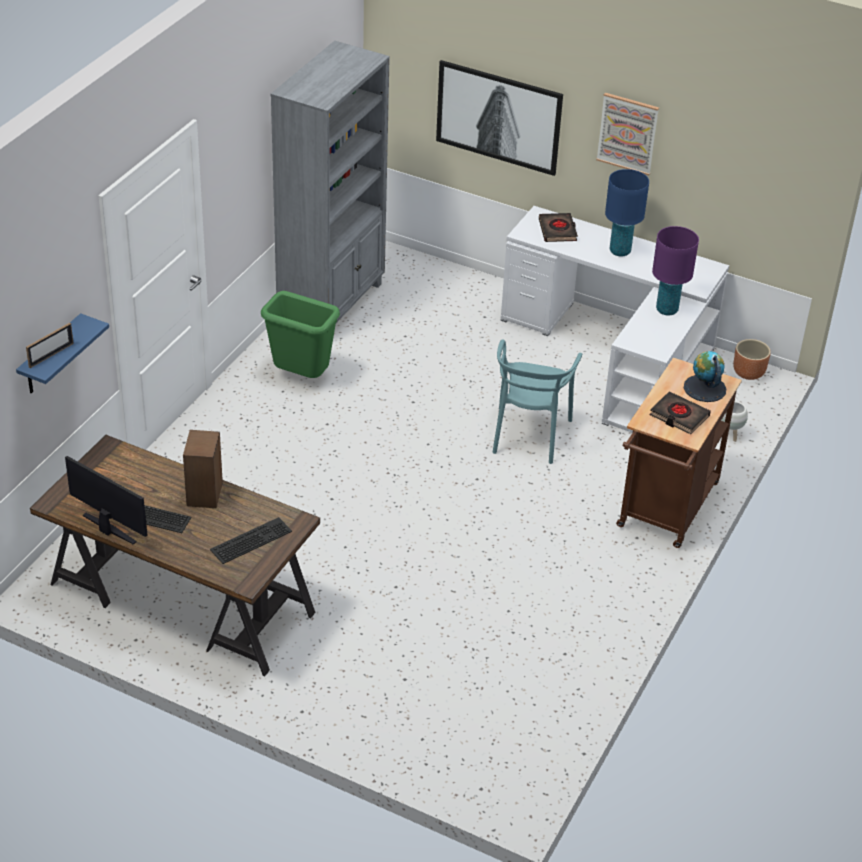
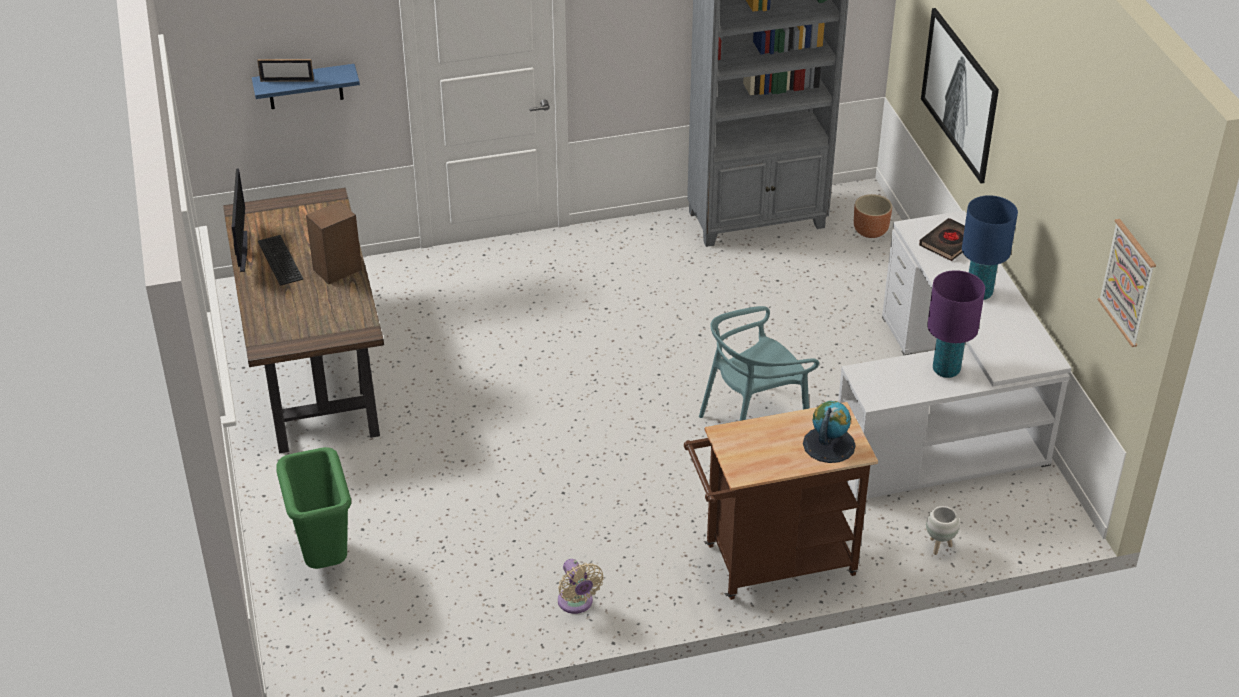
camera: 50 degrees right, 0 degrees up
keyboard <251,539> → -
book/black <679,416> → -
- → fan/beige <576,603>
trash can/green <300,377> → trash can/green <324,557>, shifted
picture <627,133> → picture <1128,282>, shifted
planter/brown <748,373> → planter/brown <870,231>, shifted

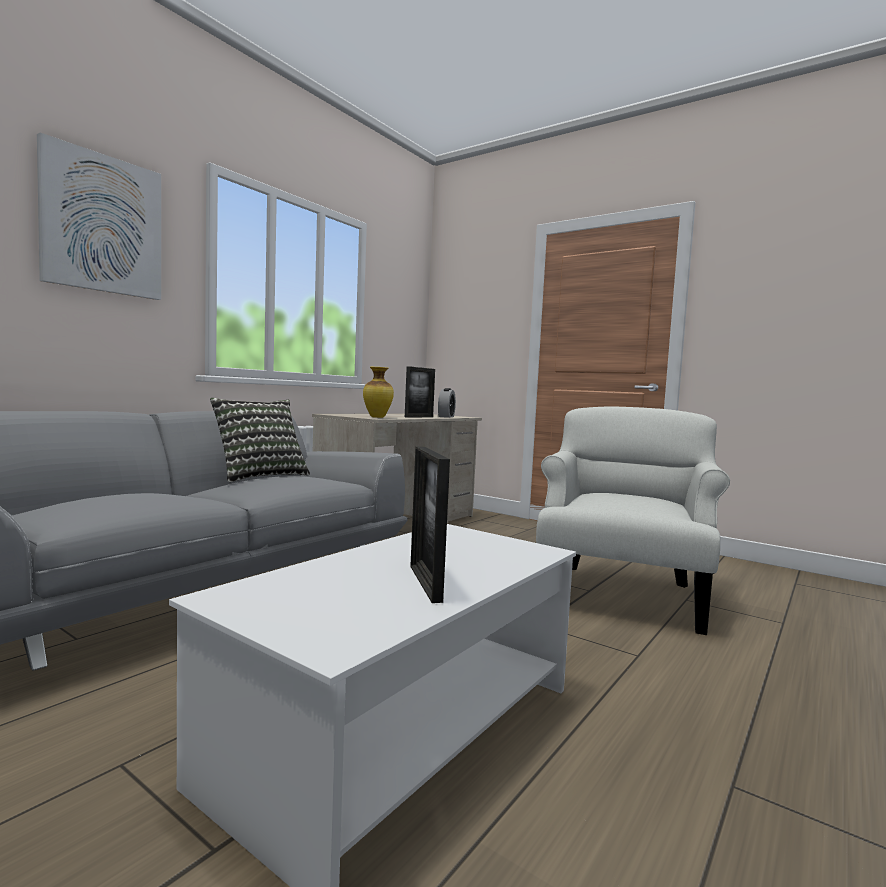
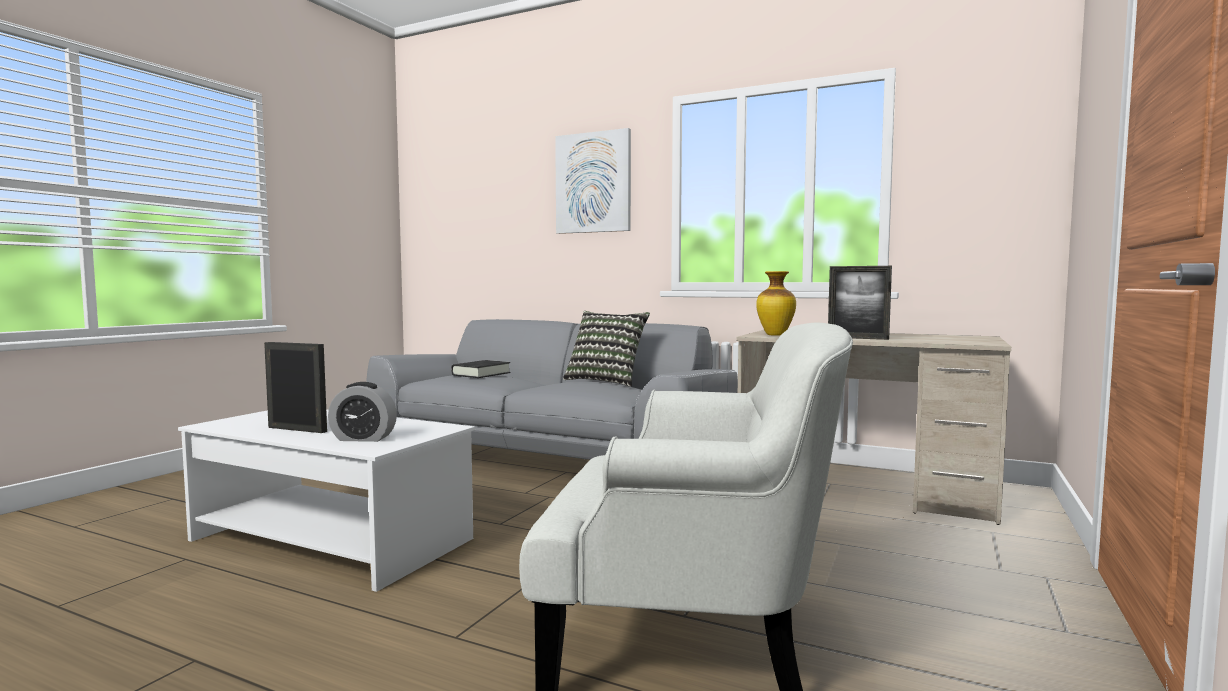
camera: 80 degrees right, 0 degrees up
- → book/black <481,374>
alarm clock <446,417> → alarm clock <363,438>, shifted
picture frame <425,583> → picture frame <297,429>, 45 degrees clockwise

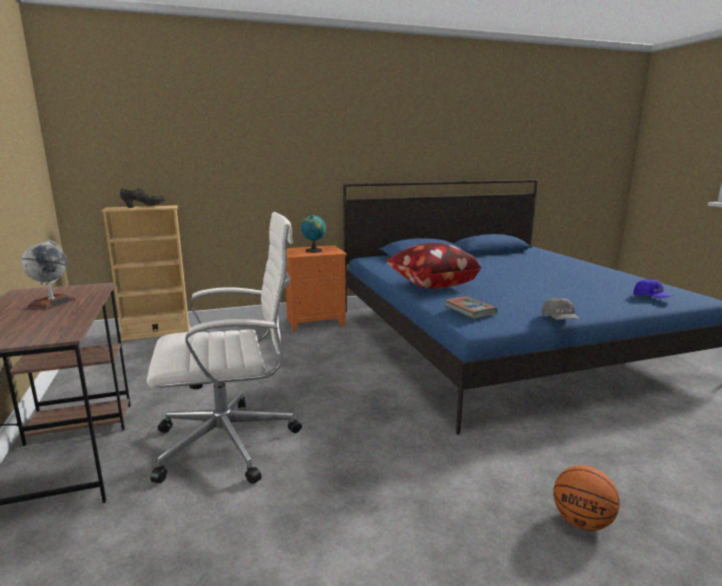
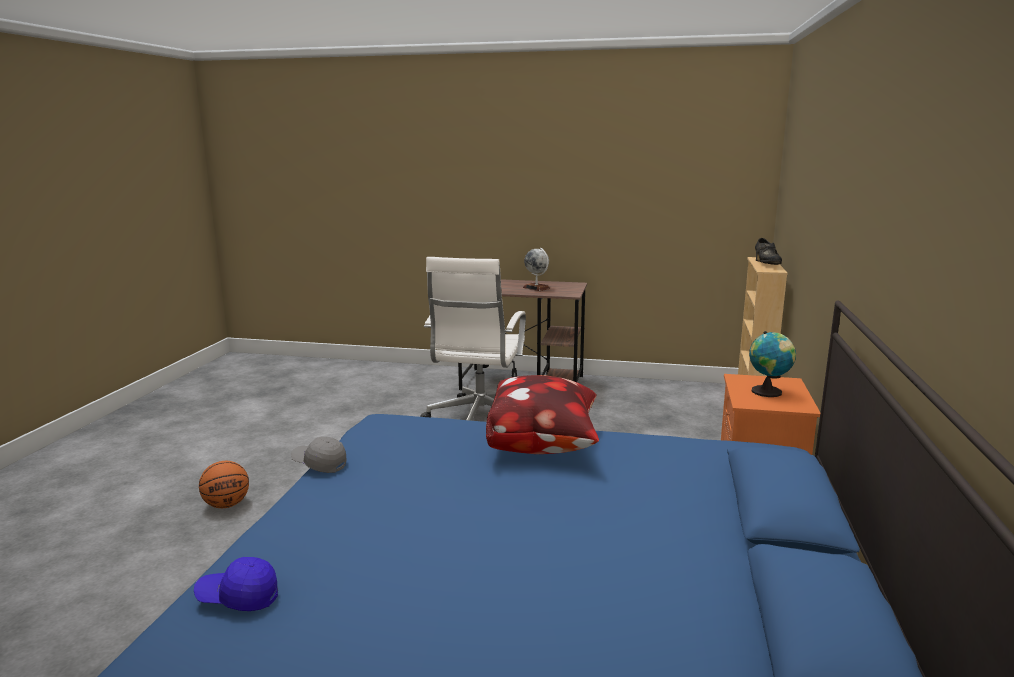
camera: 120 degrees right, 0 degrees up
book <470,310> → -

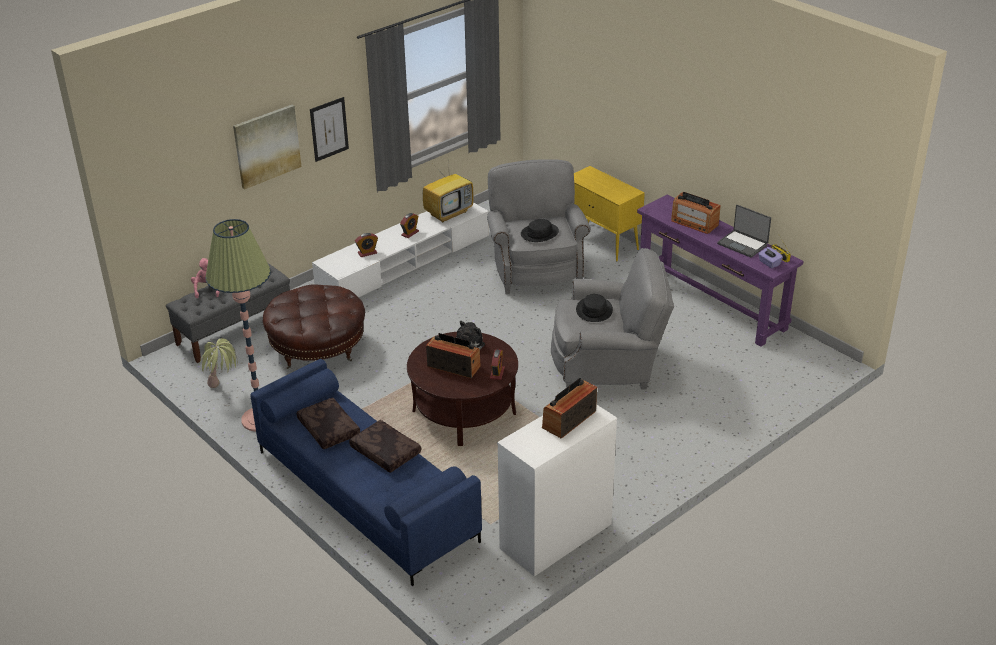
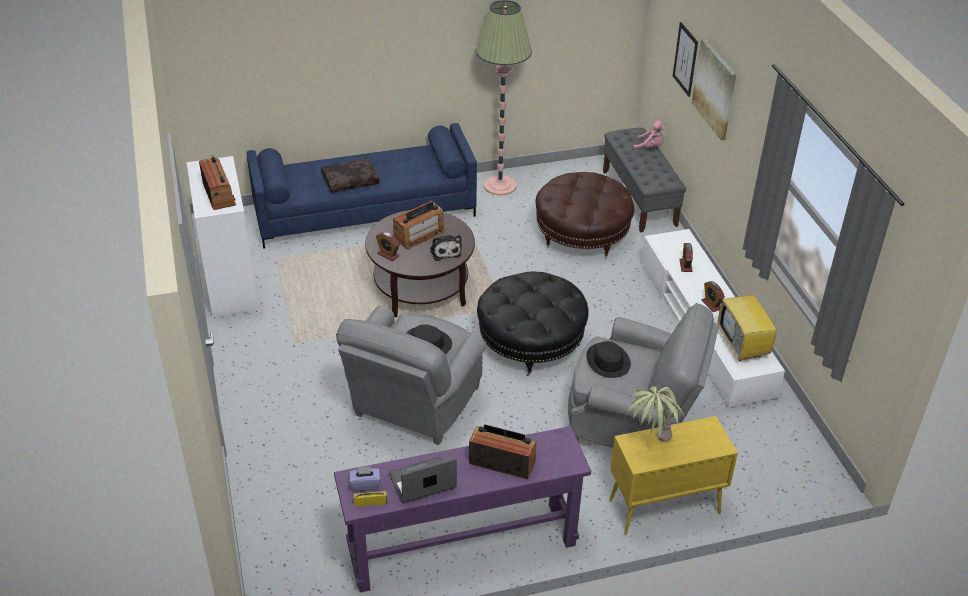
camera: 115 degrees right, 5 degrees up
pillow/brown <327,429> → -
- → ottoman/black <531,342>
potted plant <224,390> → potted plant <650,445>, shifted
picture <329,129> → picture <685,59>, shifted
radio <694,223> → radio <502,462>, 45 degrees clockwise

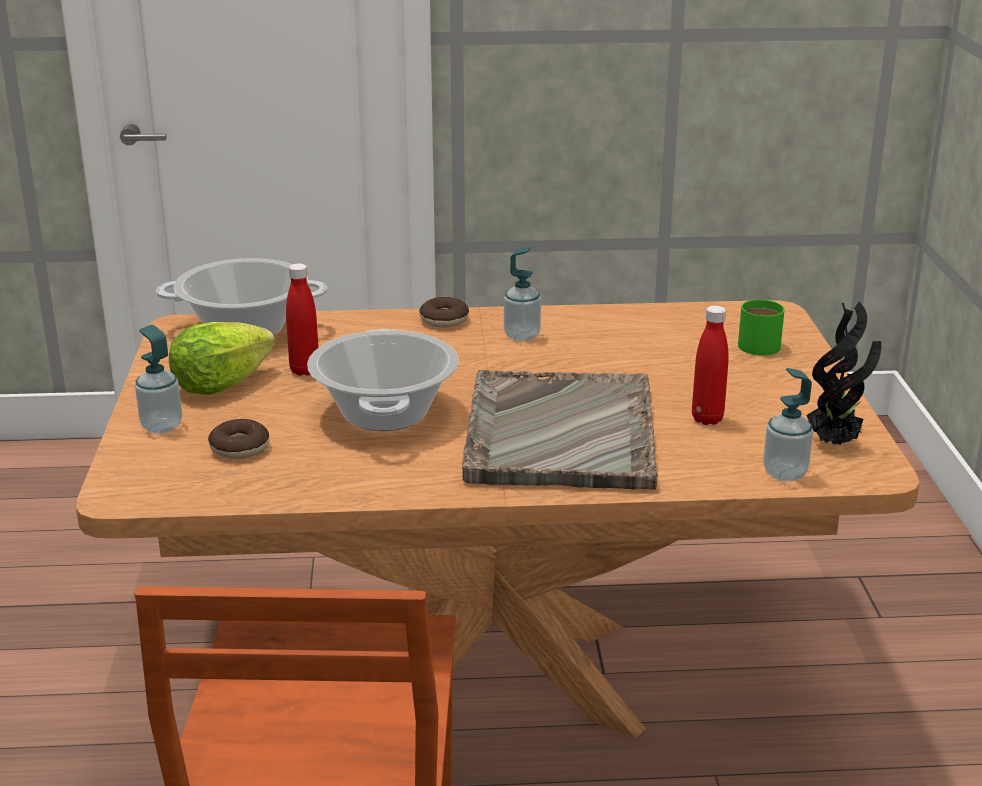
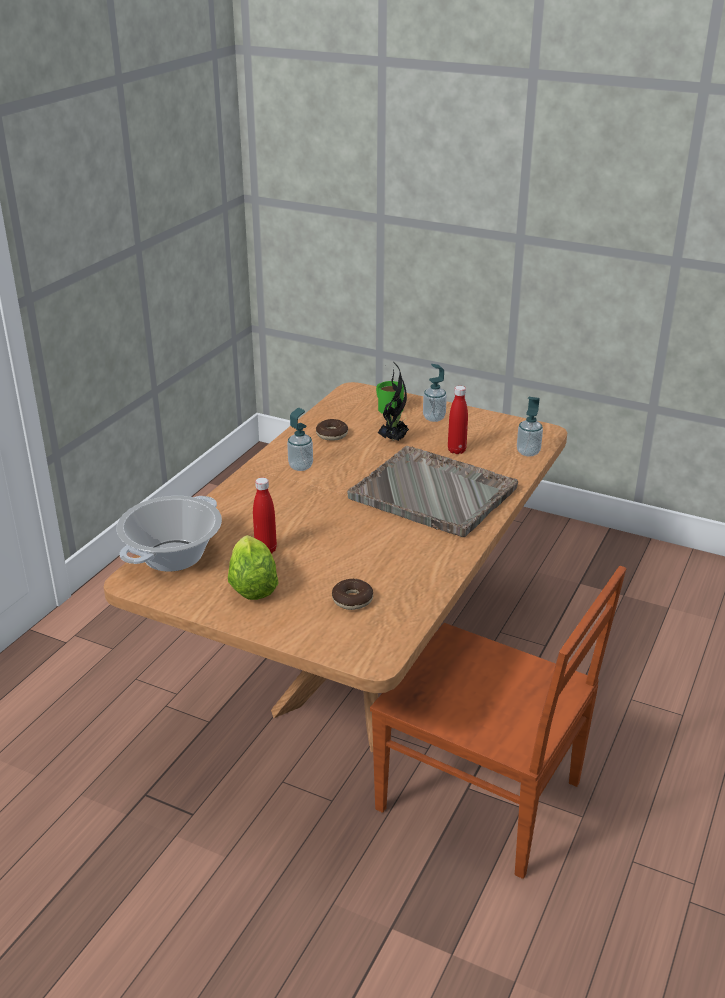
camera: 60 degrees left, 5 degrees up
cooking pot <384,413> → -
soap dispenser <161,426> → soap dispenser <434,418>, shifted
donut <444,320> → donut <332,435>, shifted
potted plant <835,443> → potted plant <394,439>, shifted

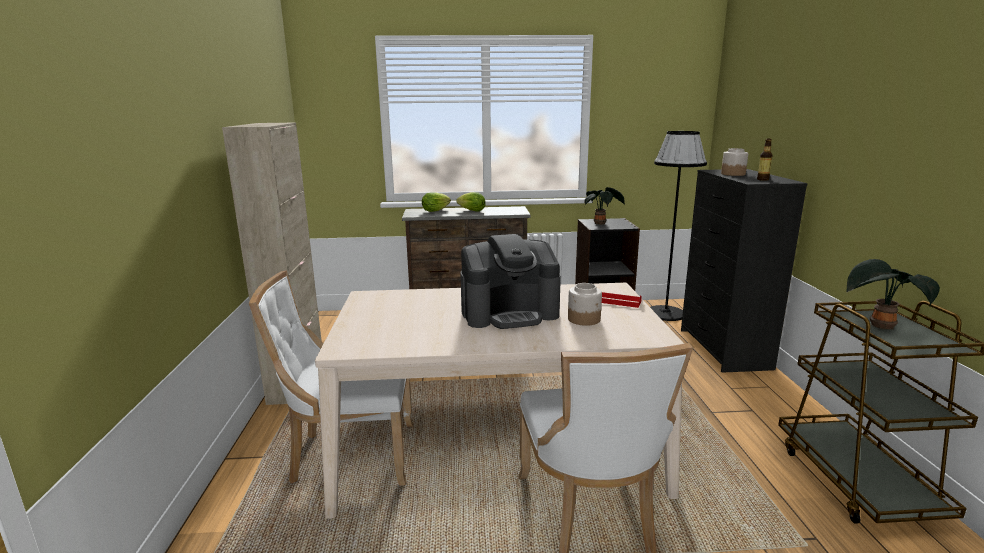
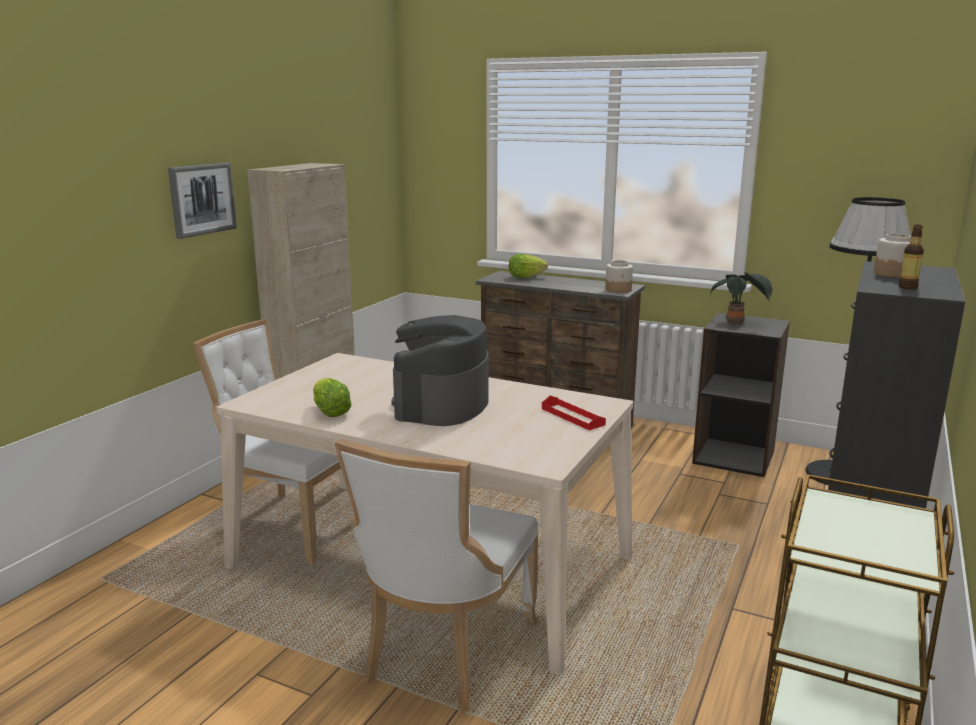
camera: 30 degrees right, 0 degrees up
potted plant <879,327> → -
- → picture <202,199>
lettuce <472,211> → lettuce <330,412>, shifted
jar <584,319> → jar <618,290>, shifted
coffee machine <509,313> → coffee machine <441,404>, 90 degrees clockwise

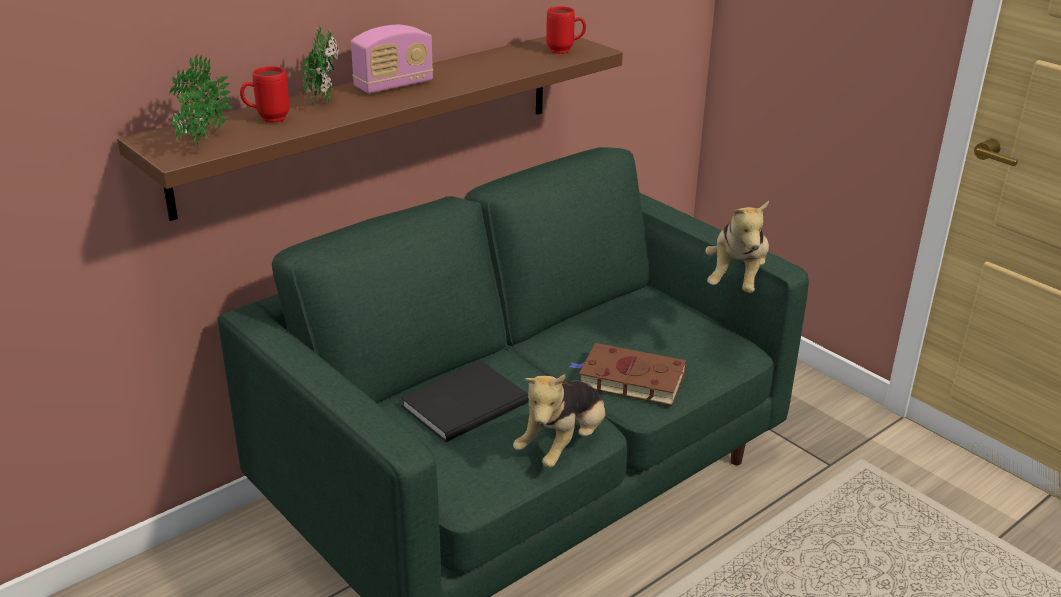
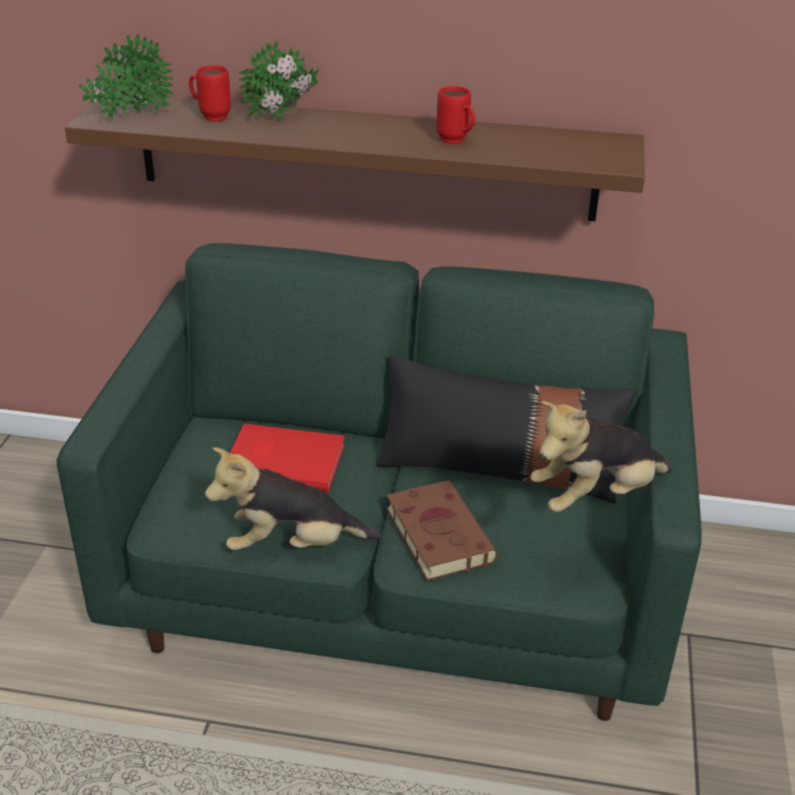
camera: 50 degrees right, 5 degrees up
radio <394,85> → -
- → pillow/black <498,468>
mug/red <565,51> → mug/red <456,142>, shifted
book/black <461,404> → book/red <283,460>

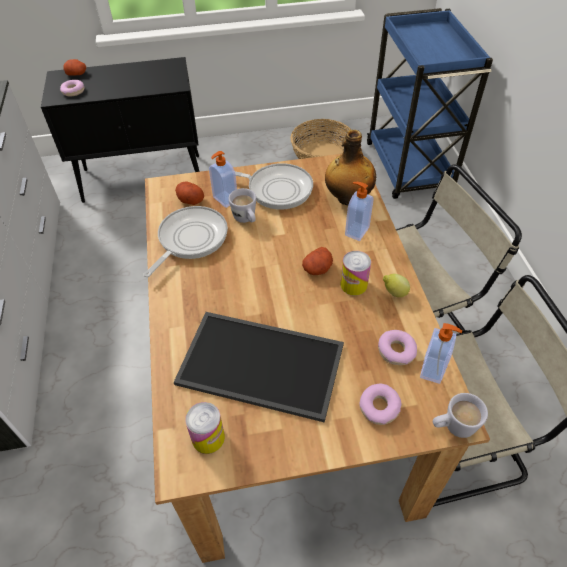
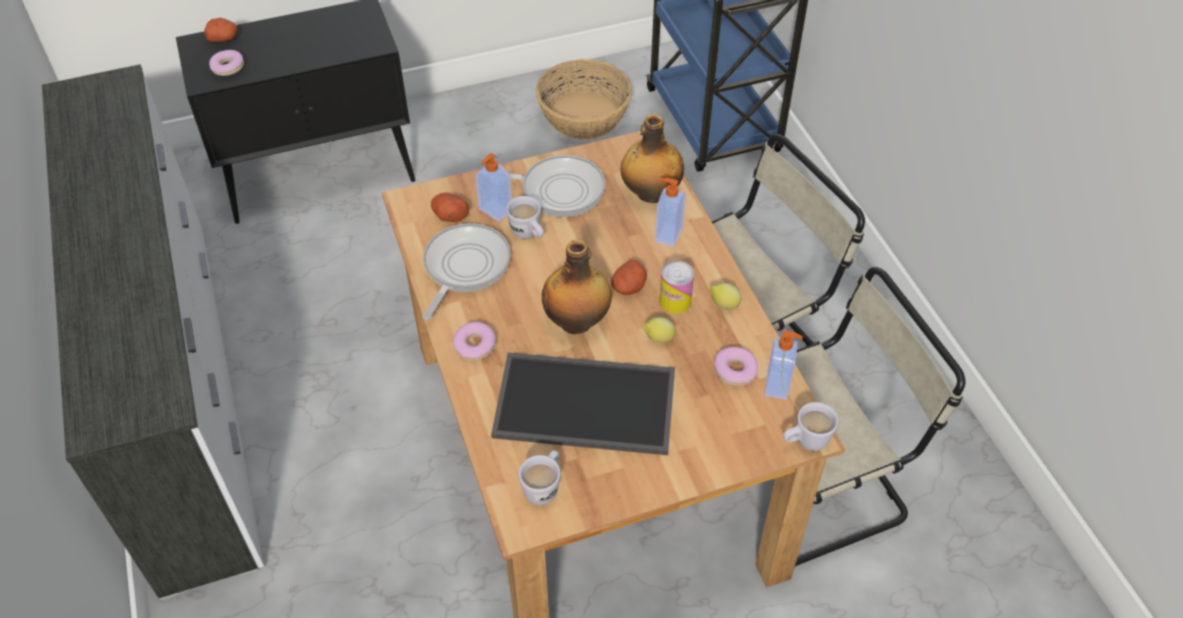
camera: 10 degrees left, 0 degrees up
- → bottle <577,322>
- → lemon <658,339>
donut <379,407> → donut <475,346>, shifted
can <208,437> → mug/white <544,487>

